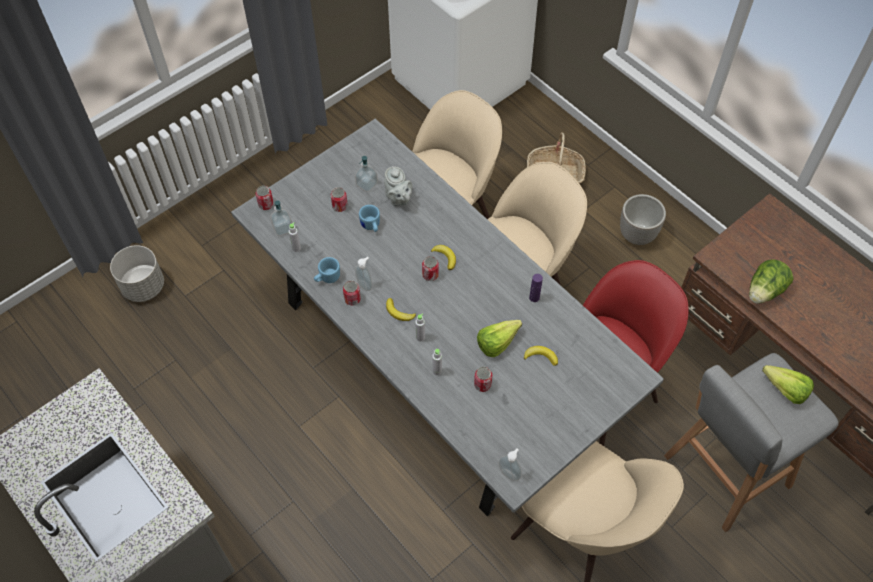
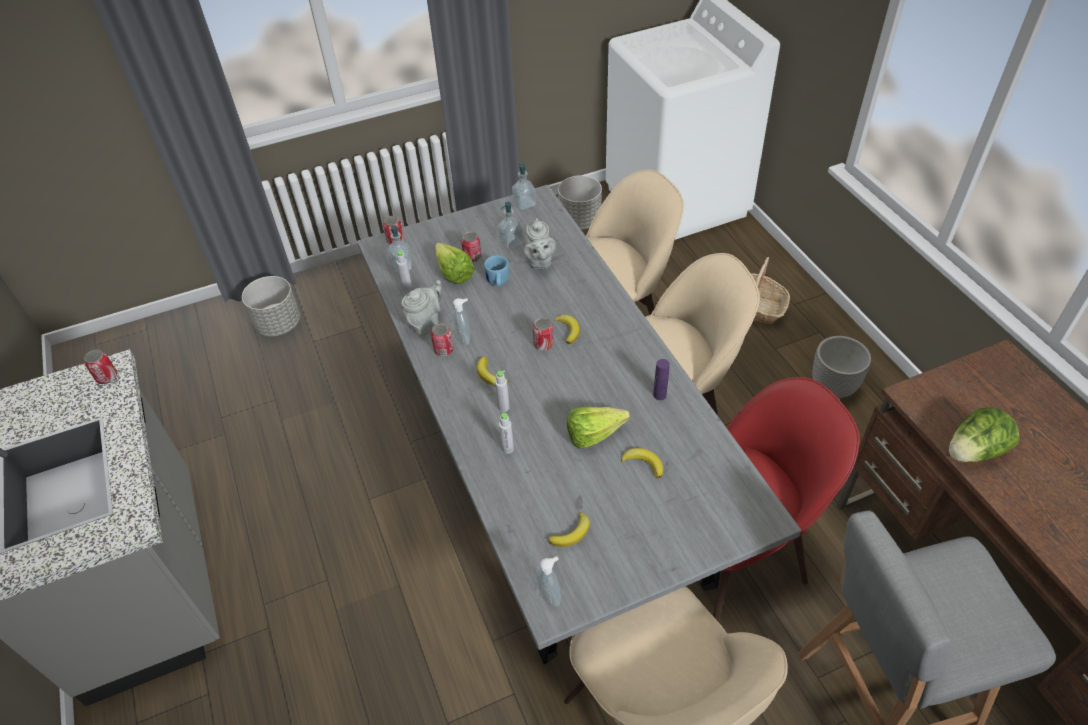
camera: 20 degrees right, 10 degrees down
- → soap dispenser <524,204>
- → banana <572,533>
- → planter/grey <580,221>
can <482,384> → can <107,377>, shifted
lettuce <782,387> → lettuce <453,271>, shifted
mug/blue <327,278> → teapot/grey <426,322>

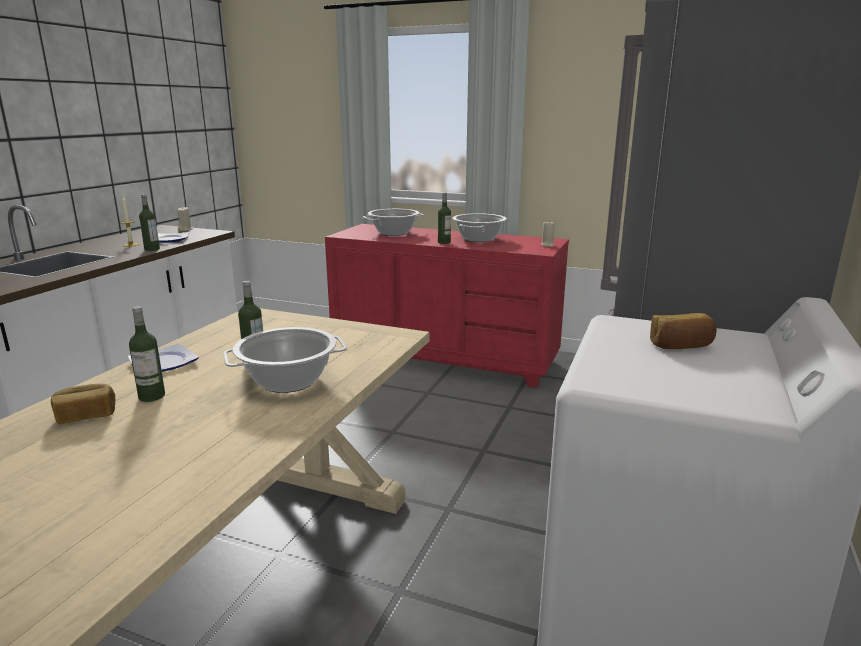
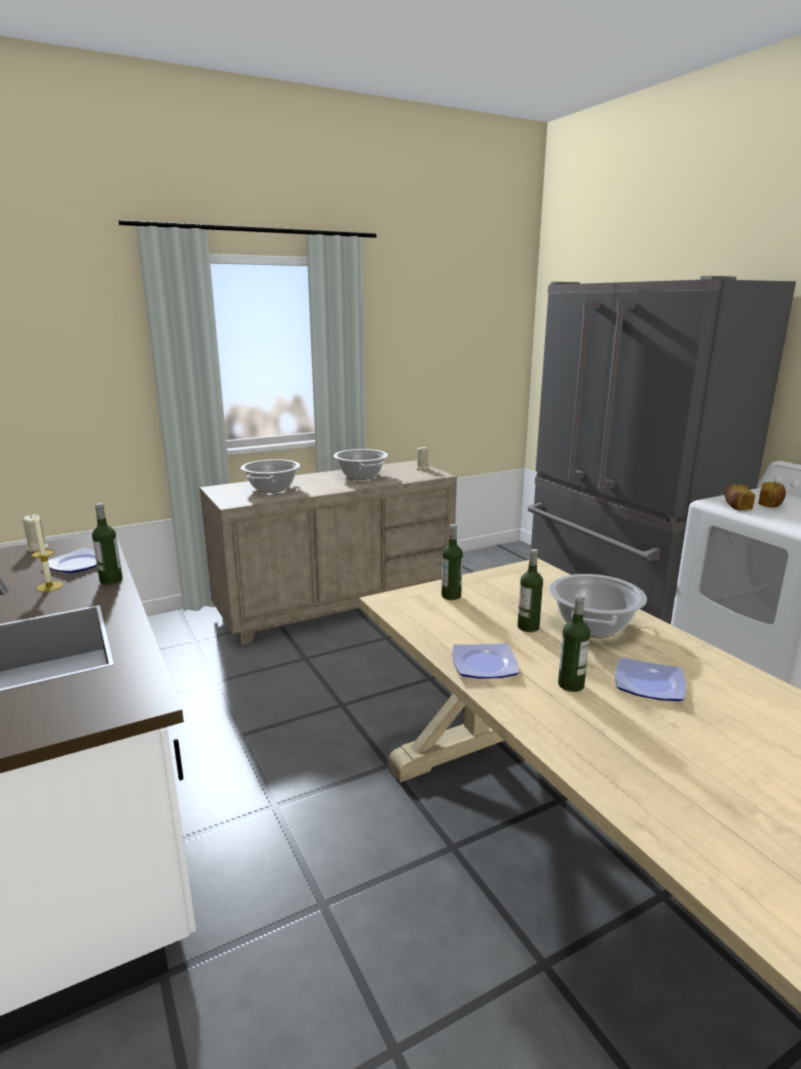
camera: 50 degrees left, 0 degrees up
- → plate <650,684>
bread <86,416> → bread <736,506>, shifted
bottle <444,242> → bottle <451,596>, shifted
dresser/red <444,358> → dresser/beige <336,605>

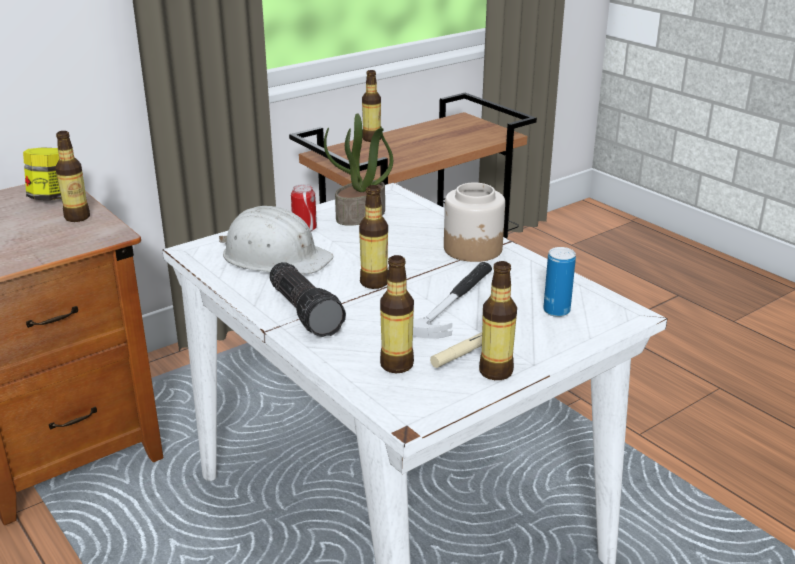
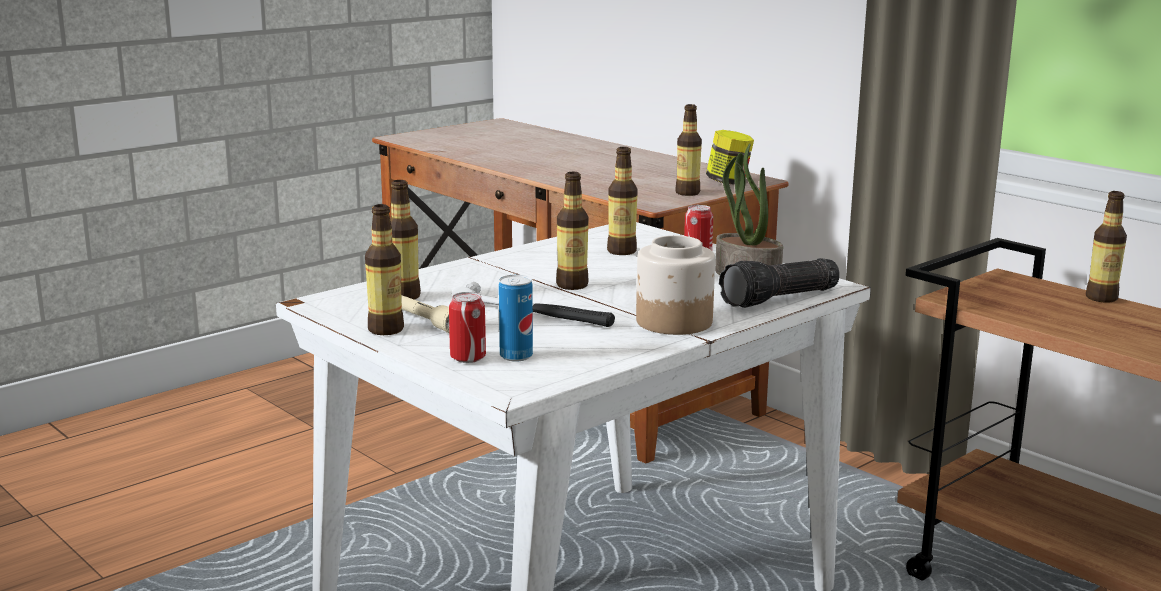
camera: 85 degrees right, 10 degrees down
- → can <468,358>
flashlight <307,311> → flashlight <781,299>, shifted
hard hat/white <275,257> → bottle <622,251>

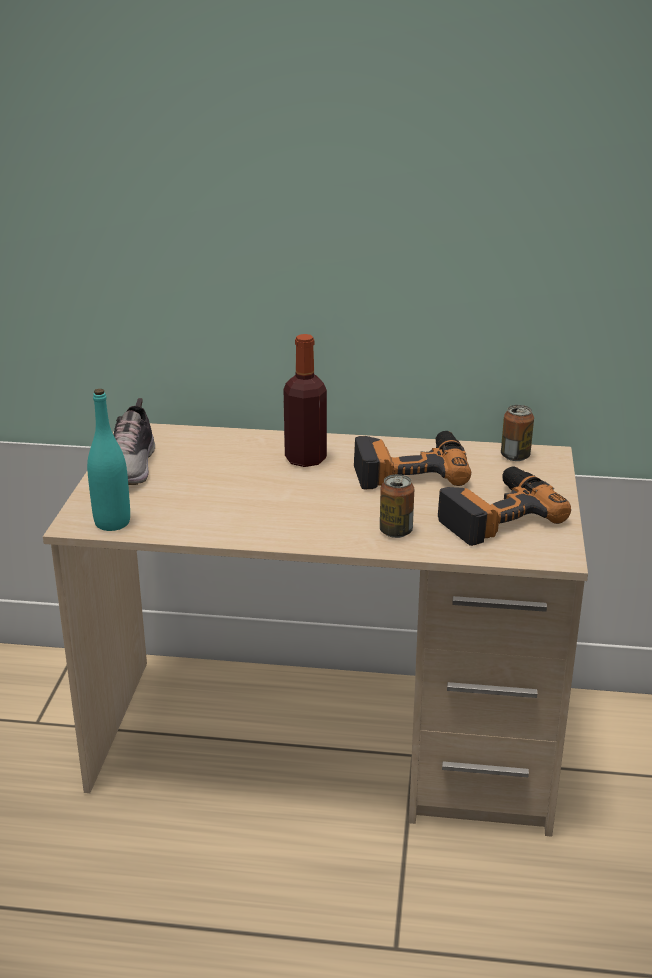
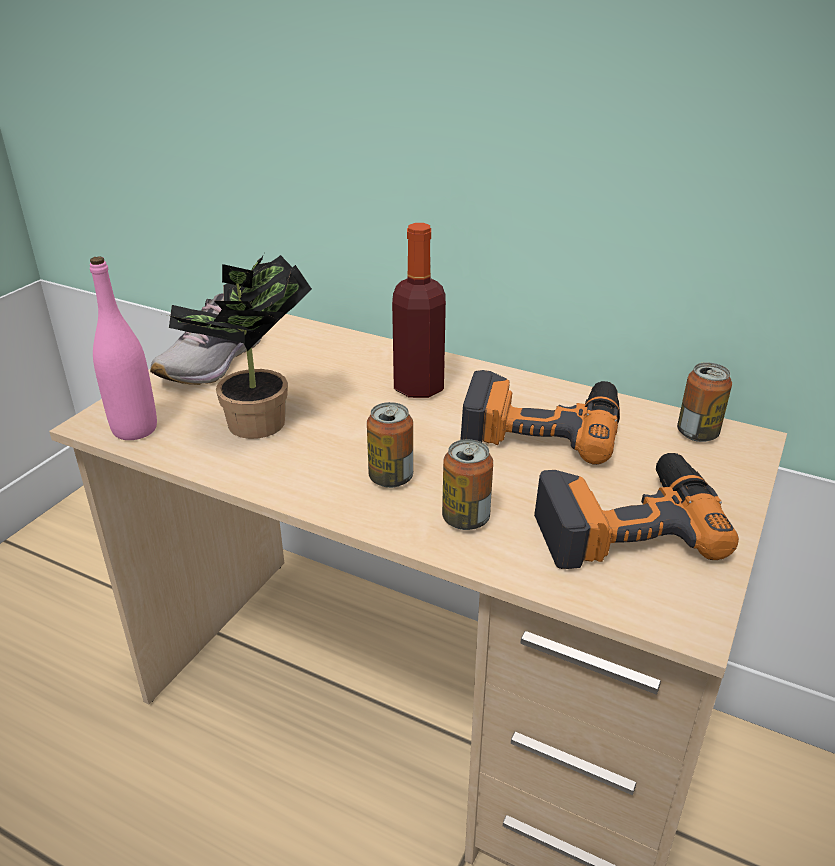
camera: 20 degrees right, 5 degrees up
- → potted plant <254,428>
- → can <391,478>
bottle/turquoise <112,523> → bottle/pink <135,429>

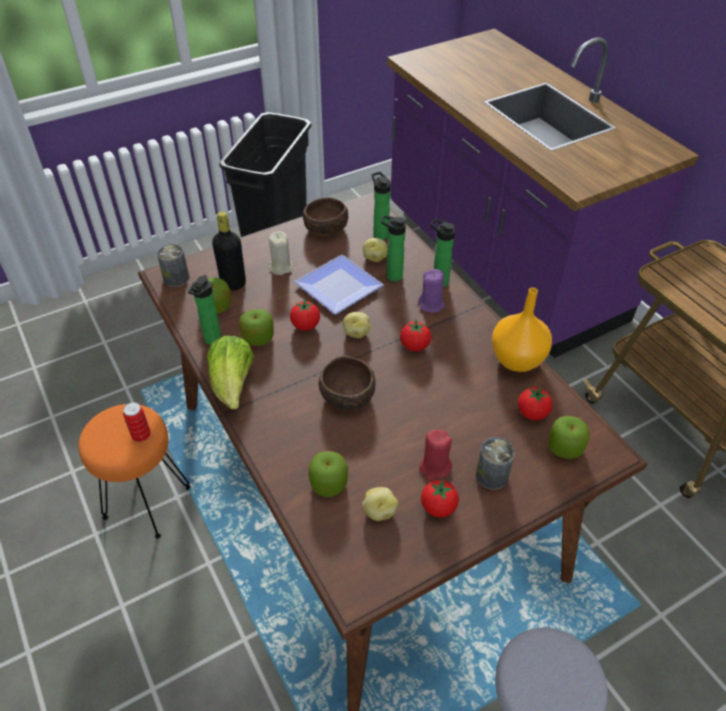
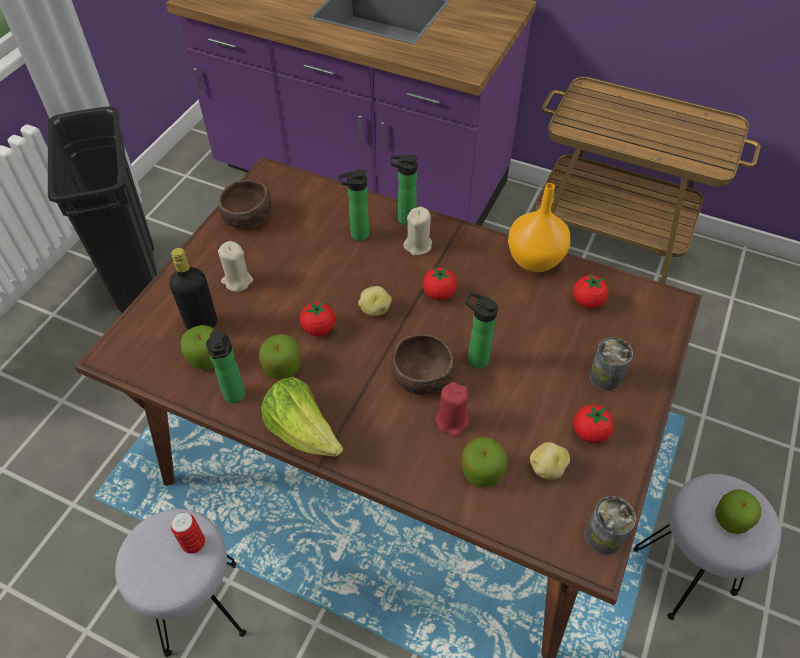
camera: 35 degrees left, 5 degrees up
plate <338,289> → -
potato <375,257> → -
can <176,278> → can <603,536>, shifted
bottle <379,233> → bottle <475,359>, shifted
candle/red <434,467> → candle/red <452,421>, shifted
apple <565,447> → apple <732,519>, shifted
stool/orange <147,501> → stool/grey <200,607>
candle/purple <431,304> → candle/beige <418,245>

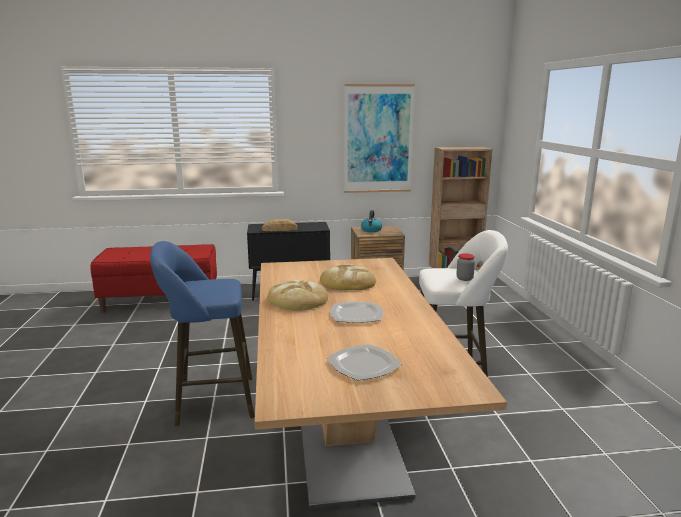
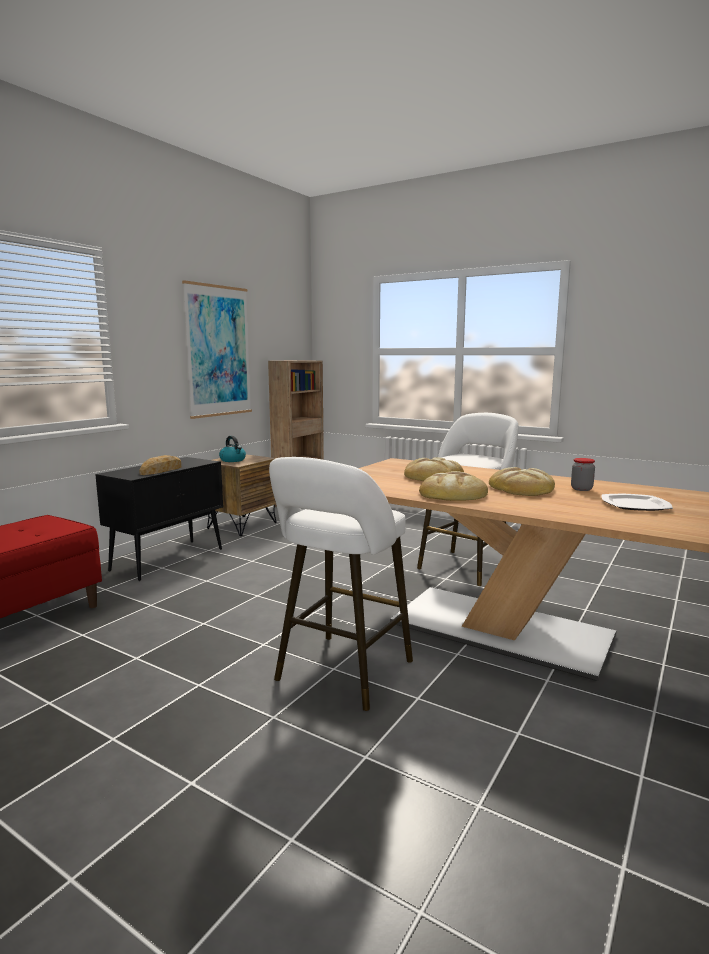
camera: 50 degrees left, 5 degrees down
jar <464,278> → jar <581,489>, shifted
plate <357,315> → bread <522,488>
stool/blue <210,401> → stool/white <341,674>

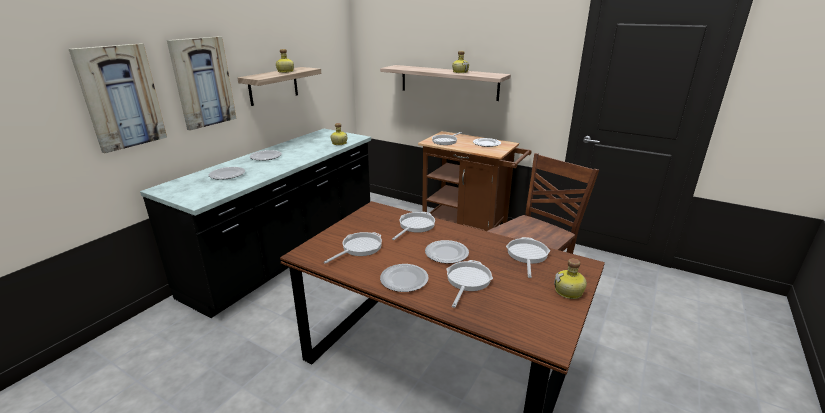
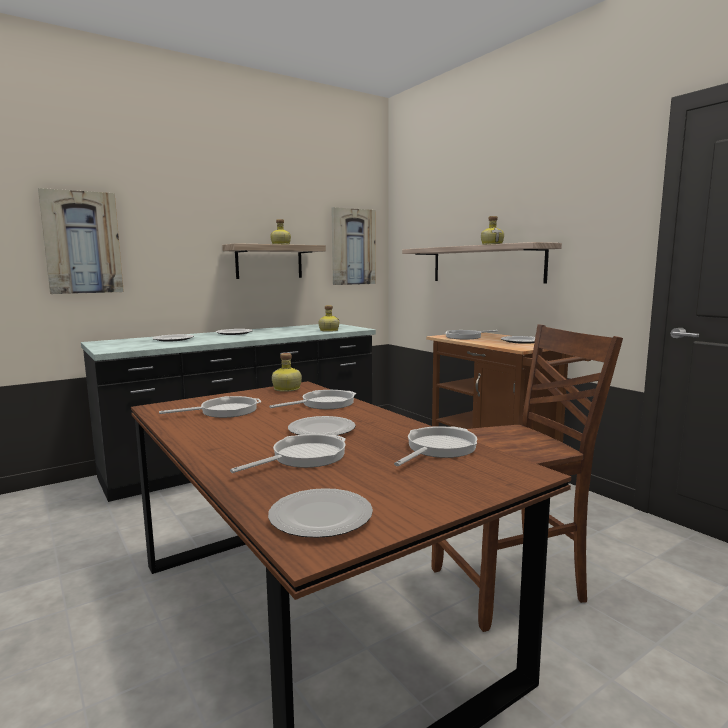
camera: 25 degrees right, 15 degrees down
picture <203,82> → picture <353,247>, shifted
plate <404,280> → plate <319,517>, shifted
bottle <569,292> → bottle <287,389>, shifted

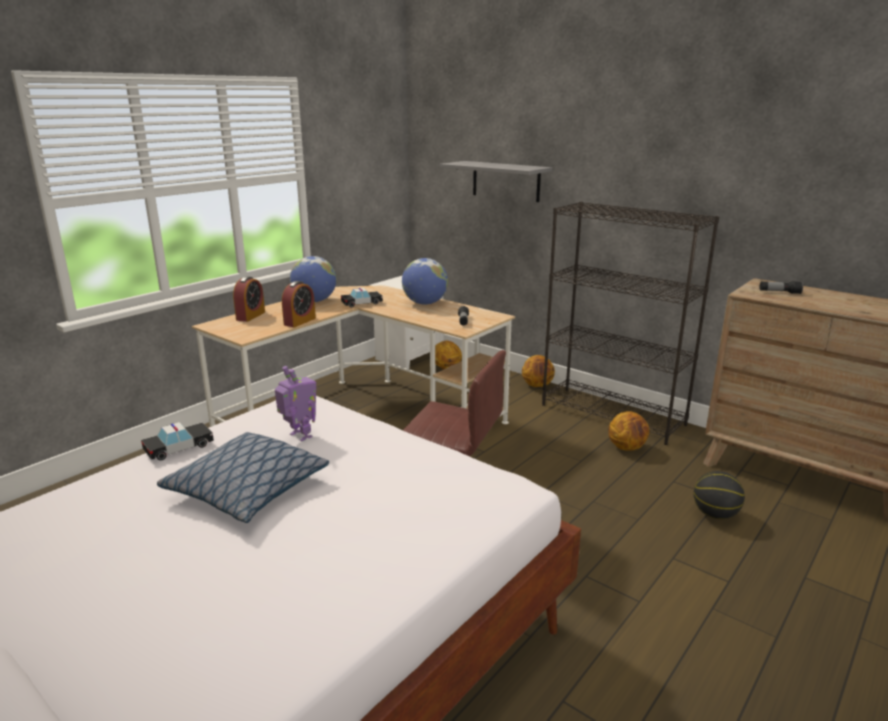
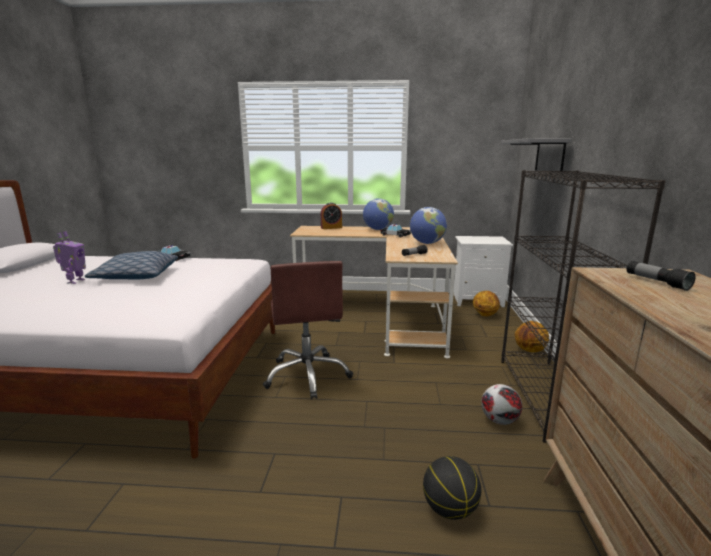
camera: 55 degrees right, 5 degrees down
alarm clock <299,321> → -
toy robot <299,436> → toy robot <75,281>, shifted
basketball <627,448> → football <499,421>

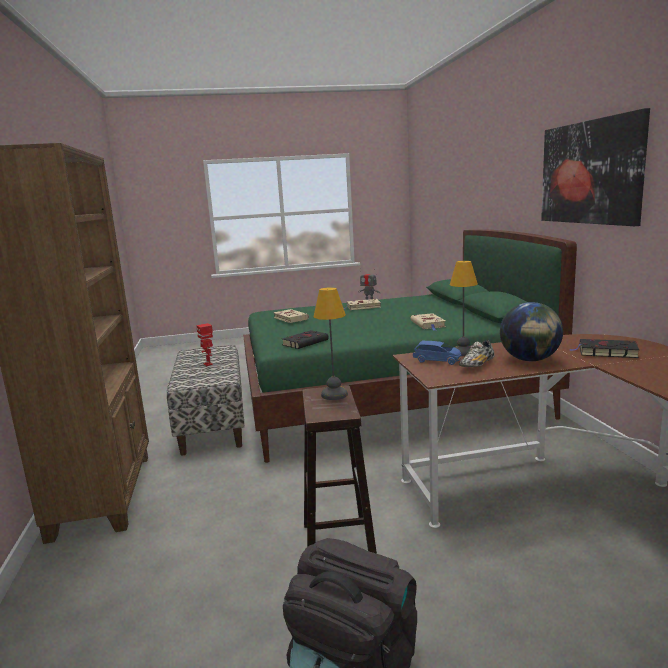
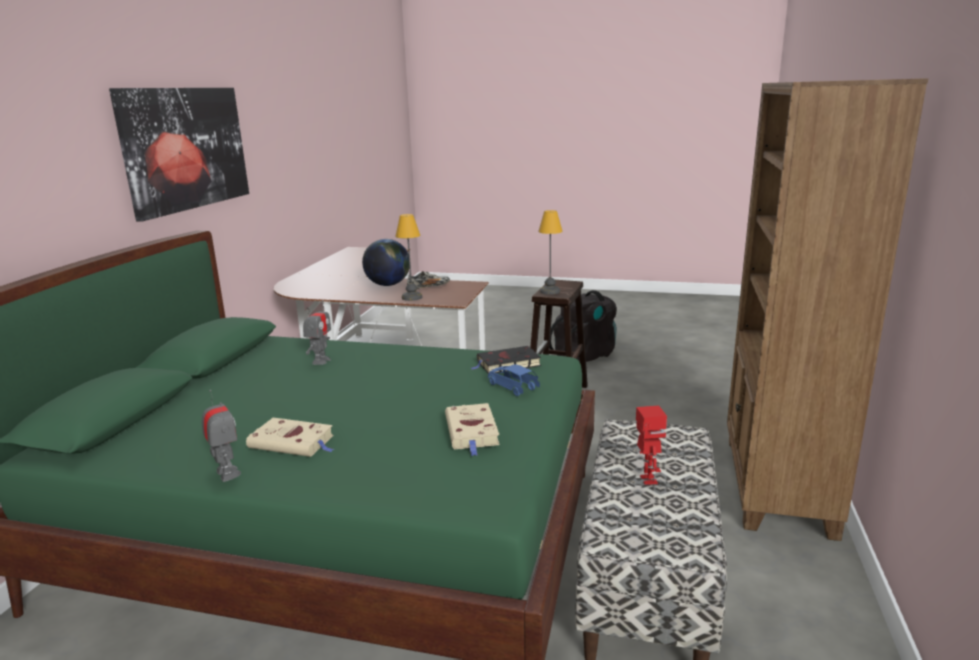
camera: 155 degrees left, 5 degrees up
book/black <605,352> → -
toy car/blue <437,361> → toy car/blue <512,387>, shifted
book/beige <428,324> → toy robot <321,361>

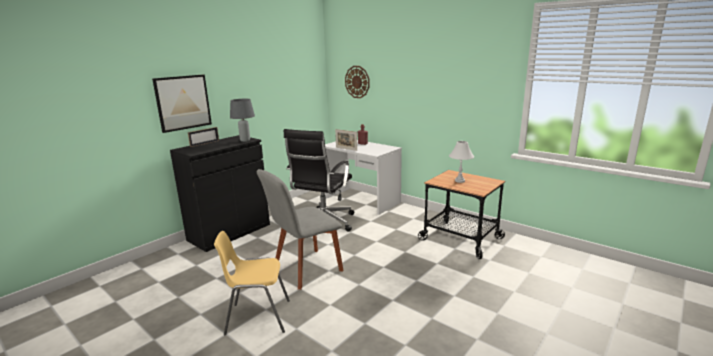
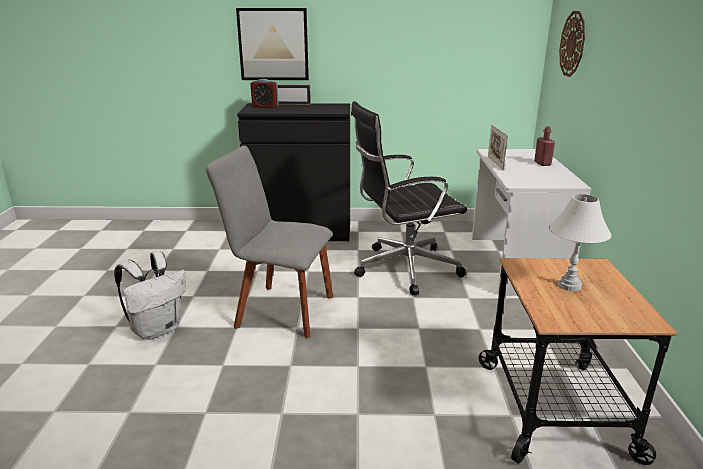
camera: 50 degrees right, 5 degrees up
table lamp/grey <245,140> → -
- → alarm clock <265,106>
chair/yellow <257,317> → backpack/white <157,329>

